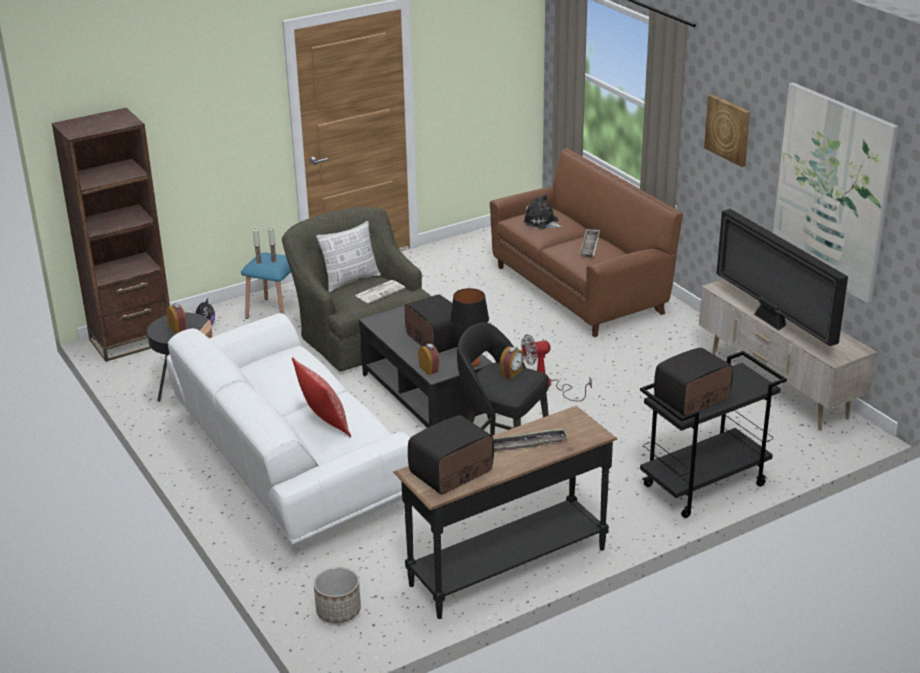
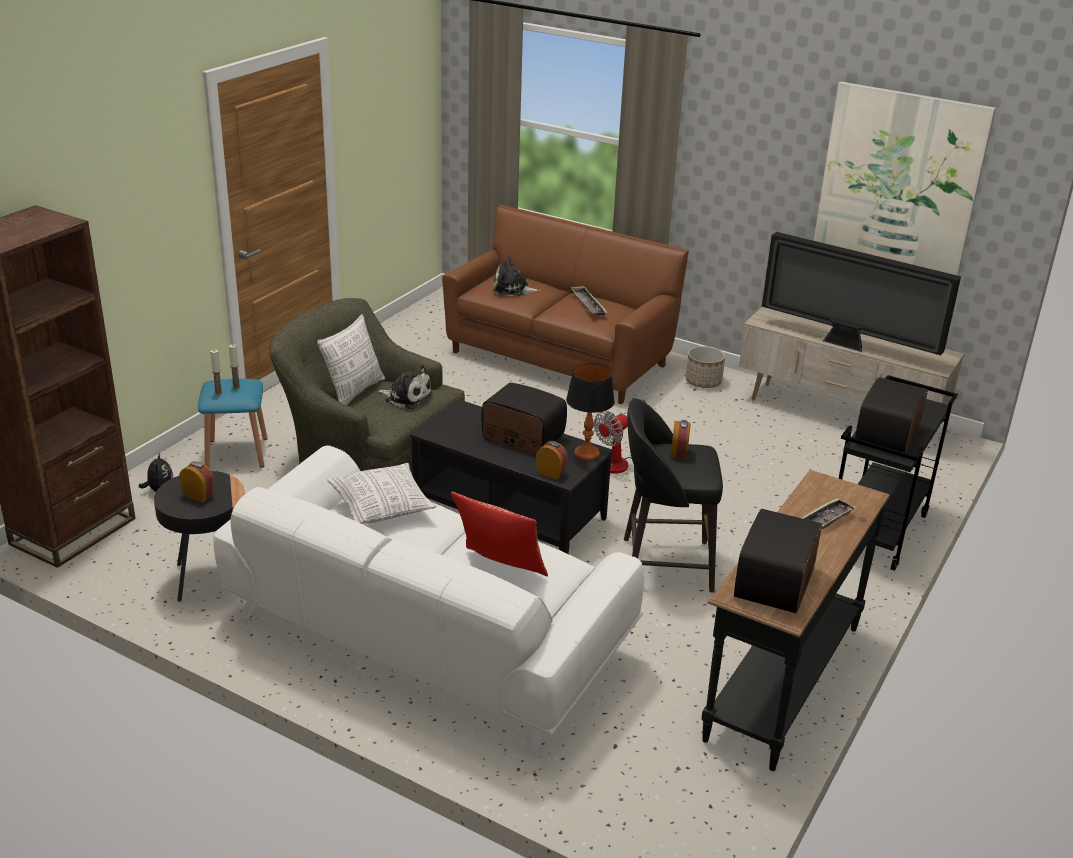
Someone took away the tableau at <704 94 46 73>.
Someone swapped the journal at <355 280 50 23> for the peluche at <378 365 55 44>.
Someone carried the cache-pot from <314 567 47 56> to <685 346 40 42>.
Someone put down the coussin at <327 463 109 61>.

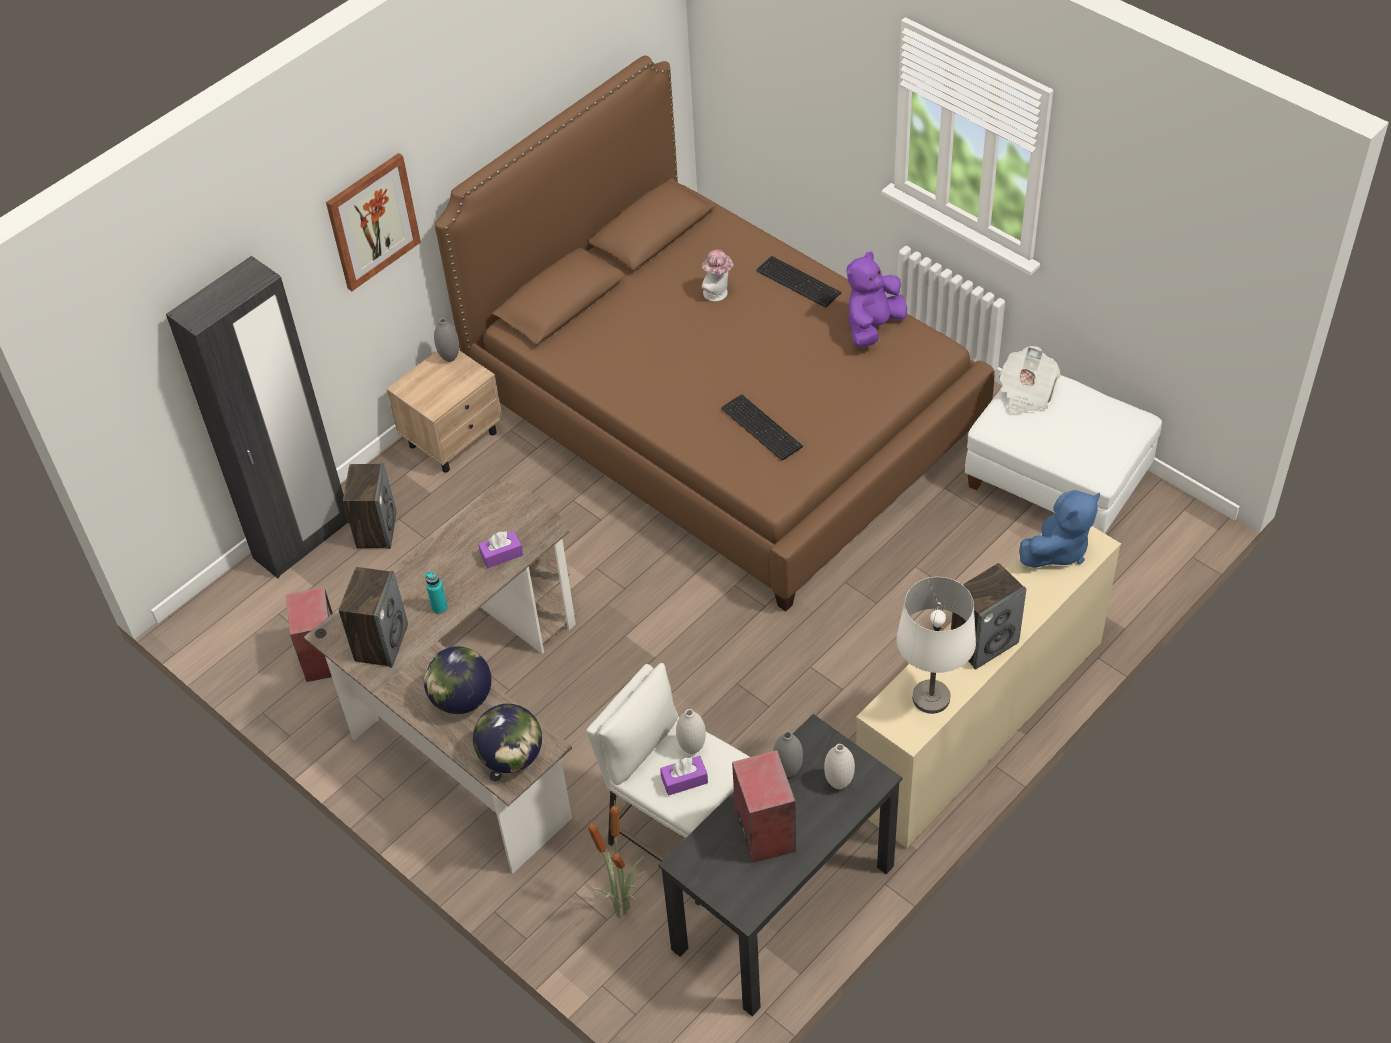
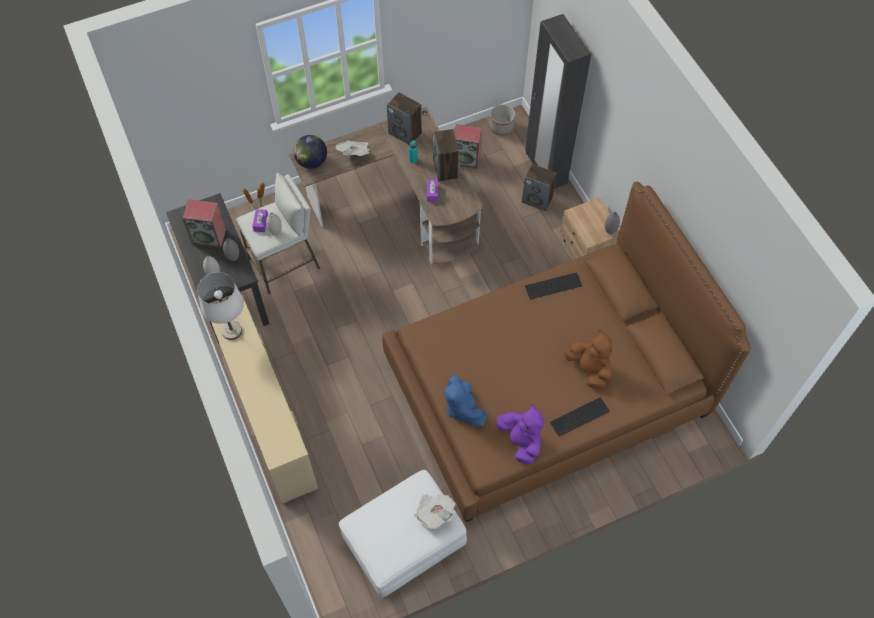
Someone took away the tableau at <326 153 95 138>.
Someone swapped the chapeau at <702 250 32 52> for the peluche [marron] at <565 330 48 59>.
Someone carried the clavier from <721 395 82 66> to <525 272 57 28>.
Someone carried the peluche [bleu] from <1019 490 81 78> to <444 375 43 52>.
Someone carried the enceinte from <951 563 75 107> to <433 129 26 53>.
Someone swapped the globe at <424 646 67 68> for the journal at <336 140 34 16>.
Someone put down the cache-pot at <489 104 26 32>.

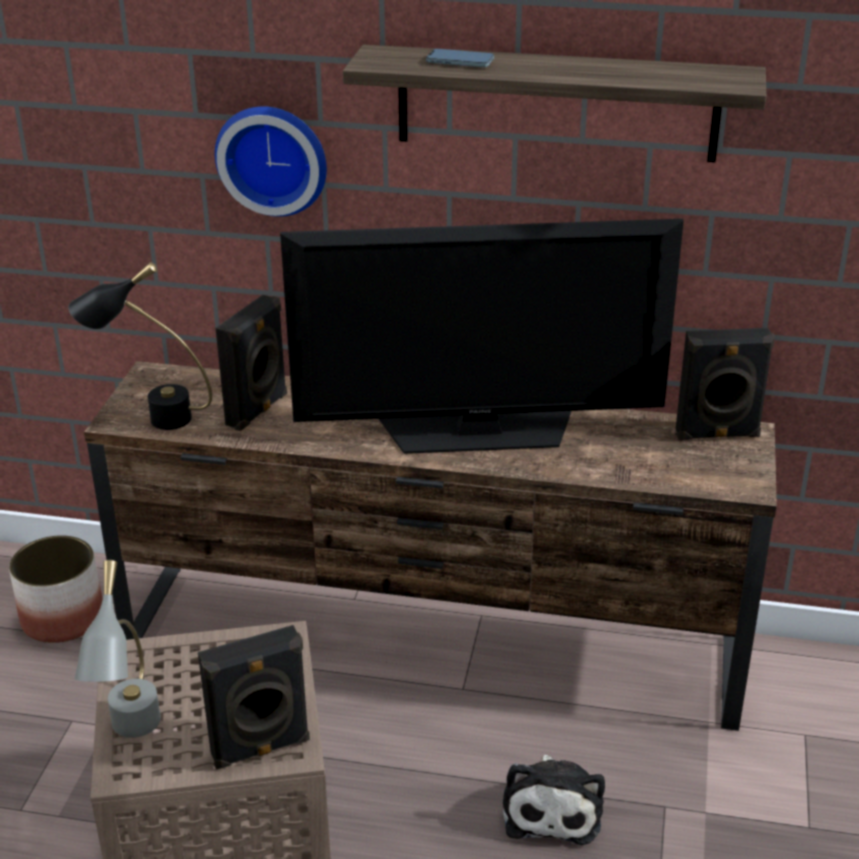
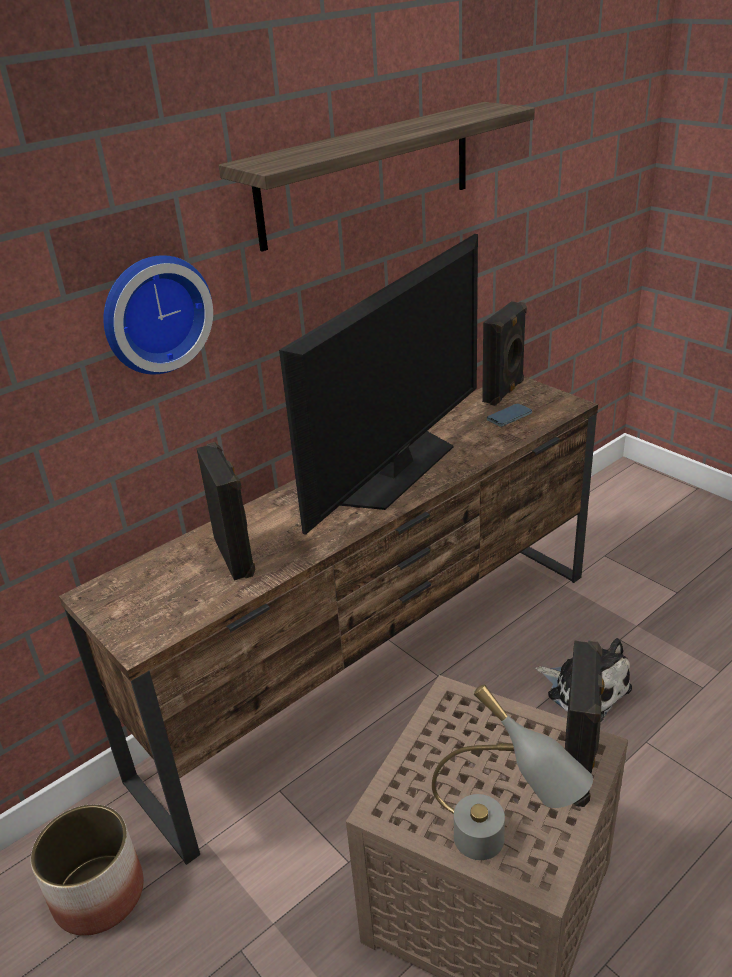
Someone carried the téléphone from <426 49 68 18> to <487 404 45 23>.
Someone took away the lampe de table [noir] at <69 262 143 168>.

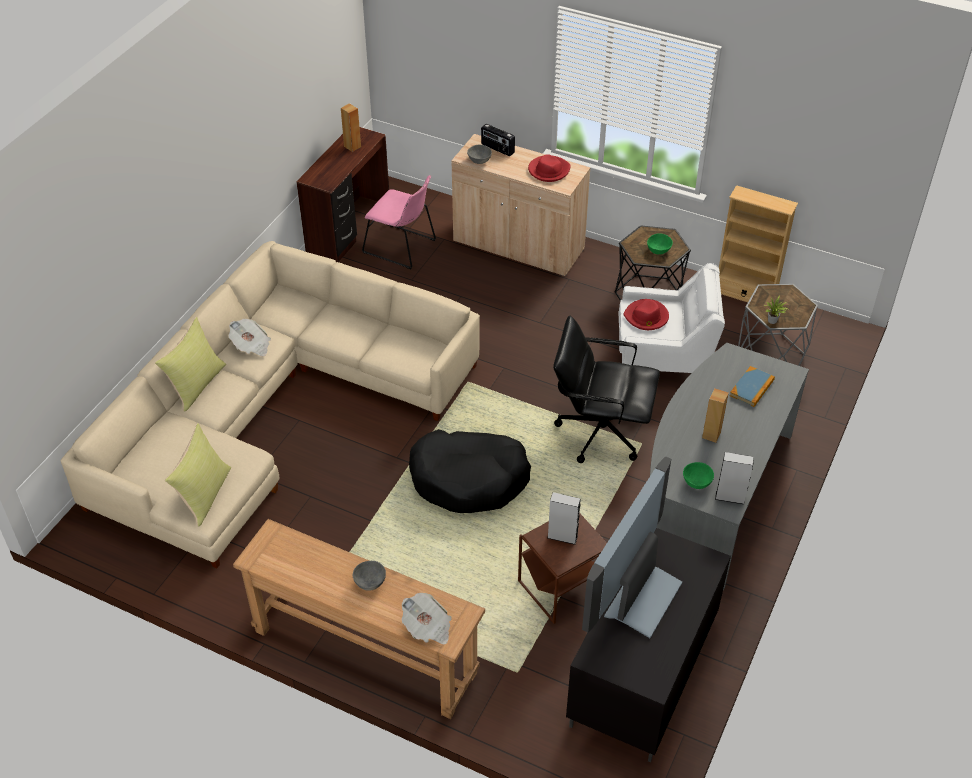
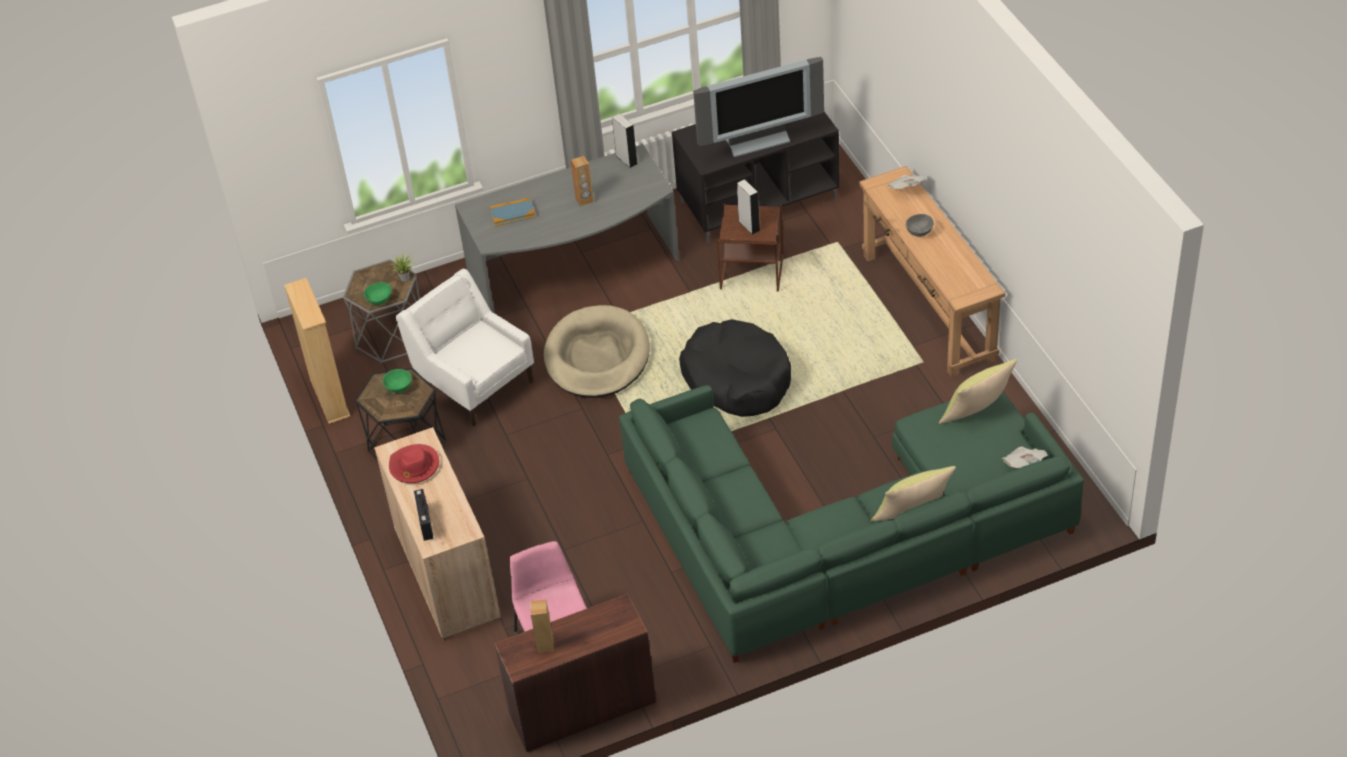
Someone took away the bol [gris] at <467 144 25 20>.
Someone repainted the canapé [beige] at <60 241 420 327>, which became the canapé [vert] at <619 385 465 278>.
Someone took away the chapeau [rouge] at <623 299 46 31>.
Someone swapped the chaise de bureau [noir] at <553 316 107 147> for the panier pour chien [beige] at <544 305 106 93>.
Someone carried the journal from <228 319 43 37> to <1002 446 45 22>.
Someone carried the bol [vert] from <683 462 31 27> to <364 282 28 23>.

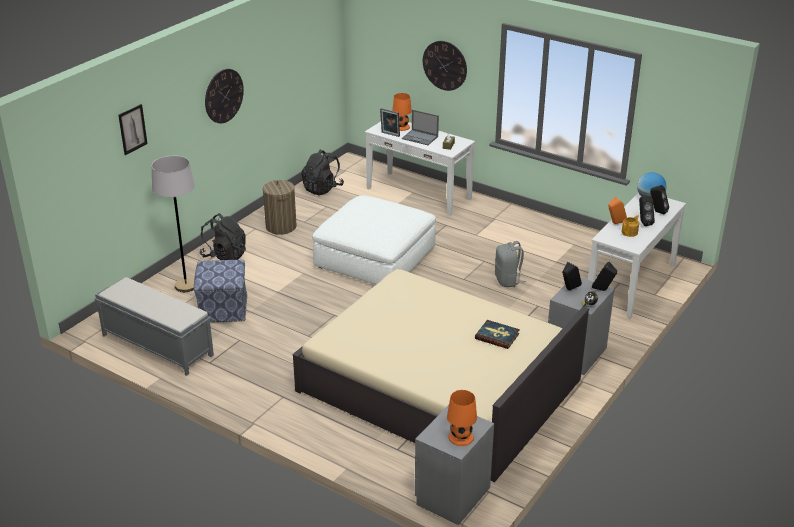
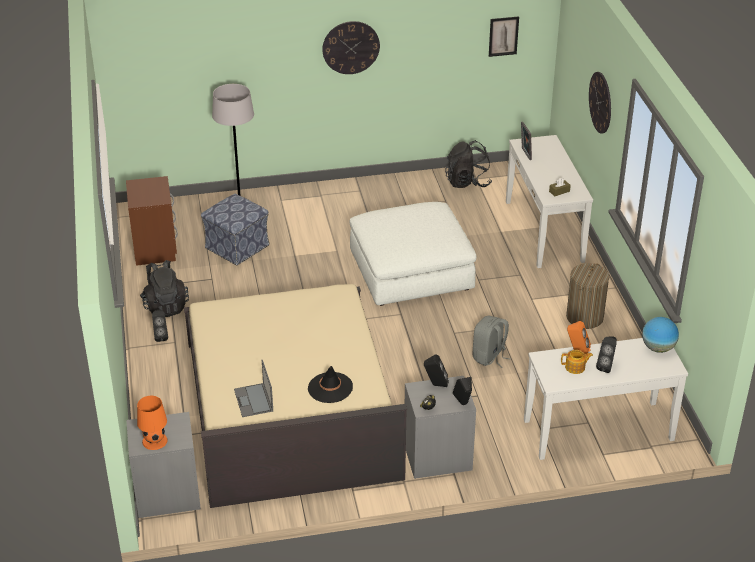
Someone took away the lampe de table [orange] at <392 93 20 38>.
Someone carried the tableau from <118 104 30 51> to <489 16 30 41>.
Someone carried the ordinateur portable from <402 110 37 35> to <234 360 39 57>.
Someone carried the panier à linge from <263 180 34 55> to <566 263 43 66>.
Someone carried the enceinte [noir] from <650 185 19 30> to <152 309 16 33>.
Someone carried the sac à dos [noir] from <199 213 47 47> to <140 260 49 57>.
Someone swapped the banc [gris] at <94 277 120 99> for the table de chevet [marron] at <126 176 52 90>.
Someone swapped the livre at <475 320 45 29> for the chapeau [noir] at <308 366 45 37>.

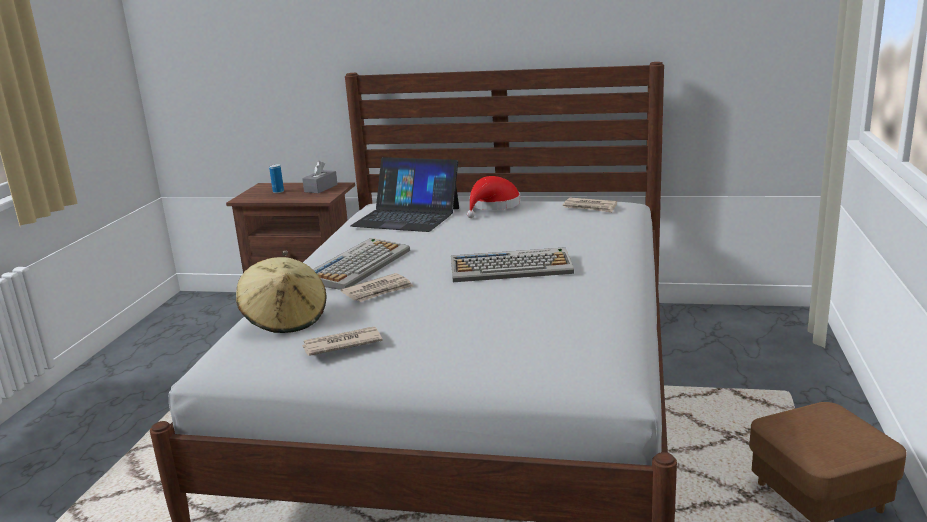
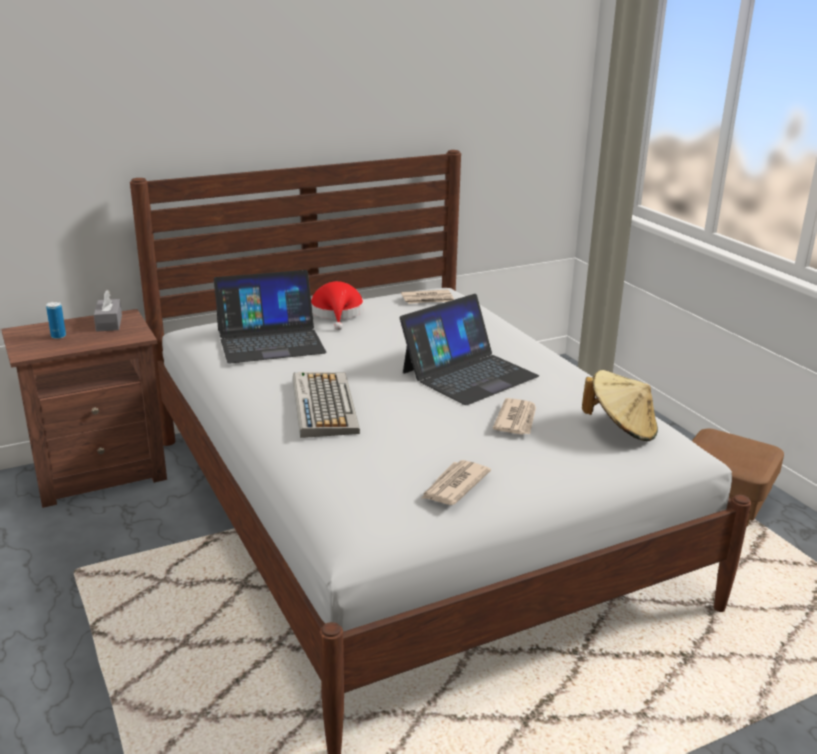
Someone swapped the clavier at <451 247 123 35> for the ordinateur portable at <400 294 139 111>.
Someone carried the chapeau [beige] from <236 257 91 76> to <582 370 76 71>.
Someone carried the journal from <341 273 72 29> to <492 398 44 37>.

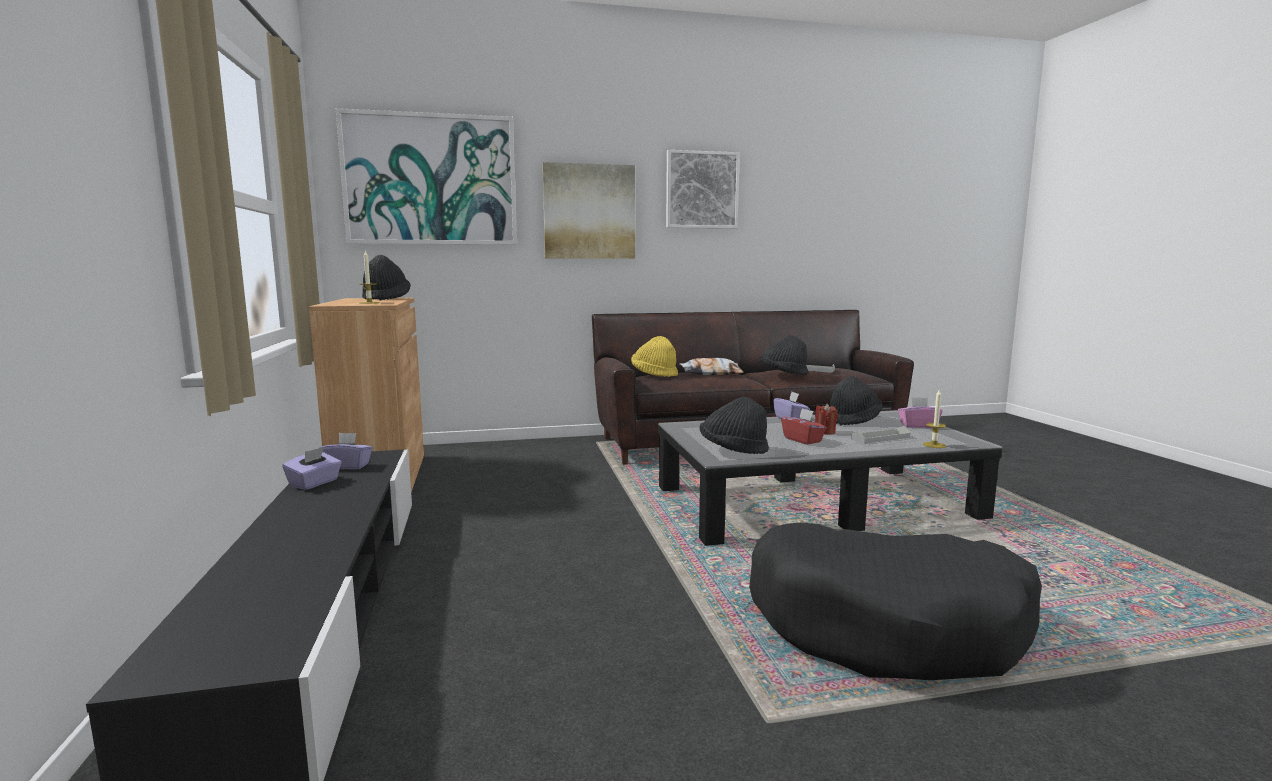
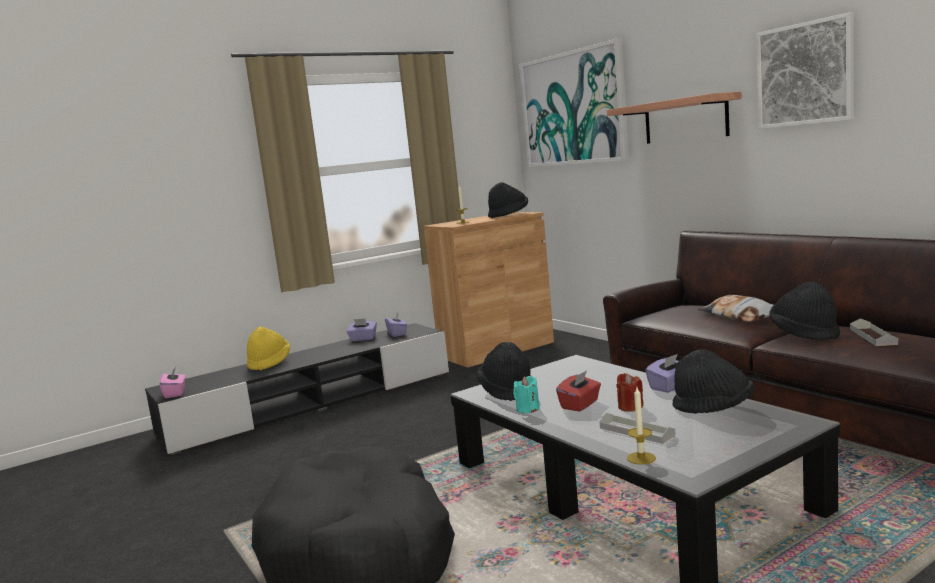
Someone swapped the tableau at <542 162 93 97> for the étagère at <607 92 135 52>.
Someone carried the chapeau [jaune] from <631 336 47 41> to <247 327 43 43>.
Someone carried the boîte à mouchoirs [rose] from <898 397 45 31> to <159 367 26 31>.
Someone put down the bougie [turquoise] at <513 376 27 37>.

